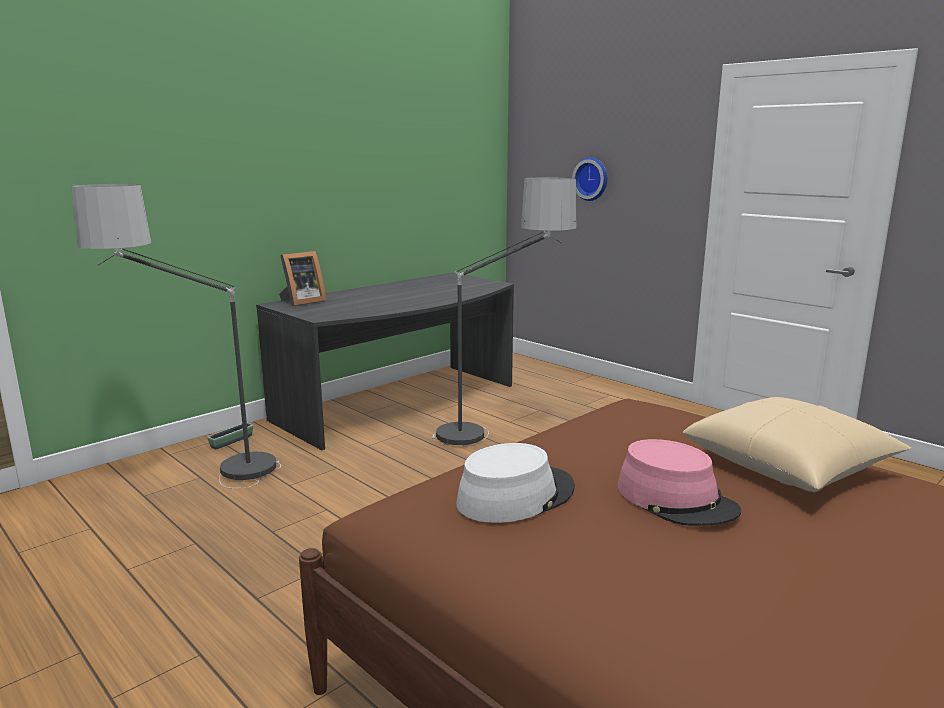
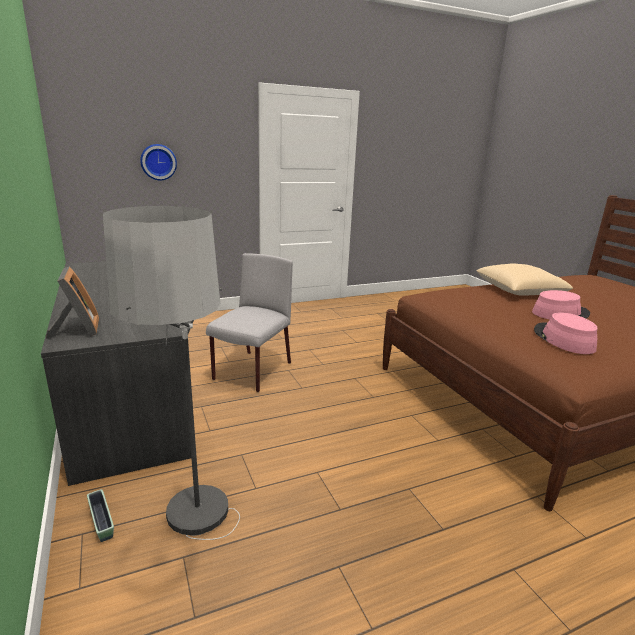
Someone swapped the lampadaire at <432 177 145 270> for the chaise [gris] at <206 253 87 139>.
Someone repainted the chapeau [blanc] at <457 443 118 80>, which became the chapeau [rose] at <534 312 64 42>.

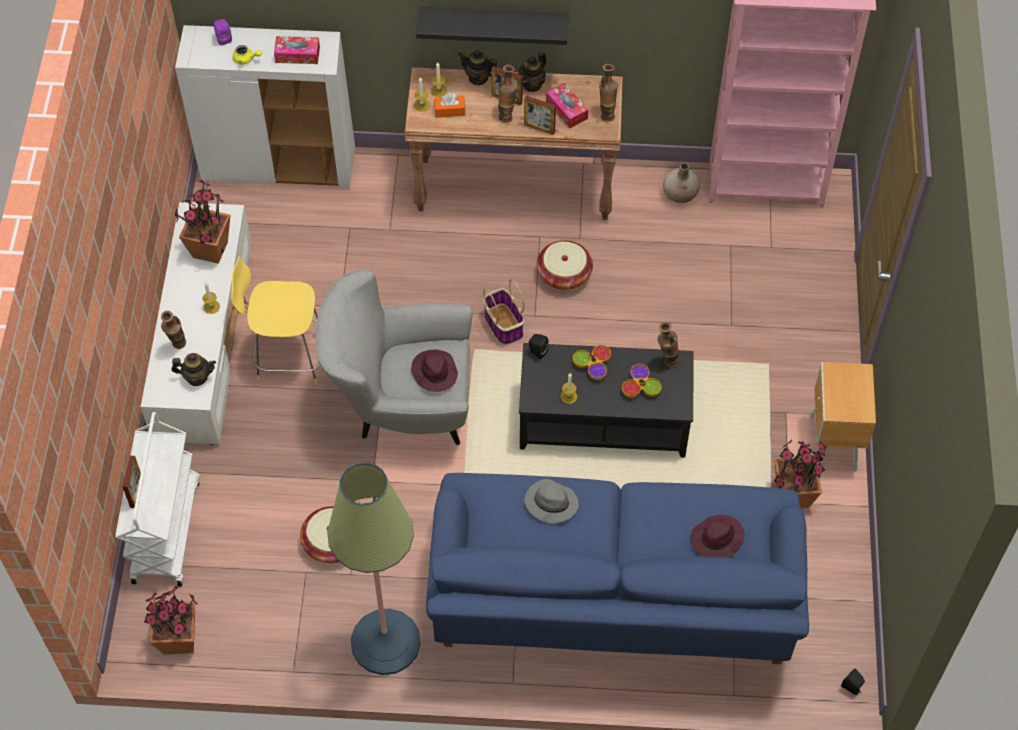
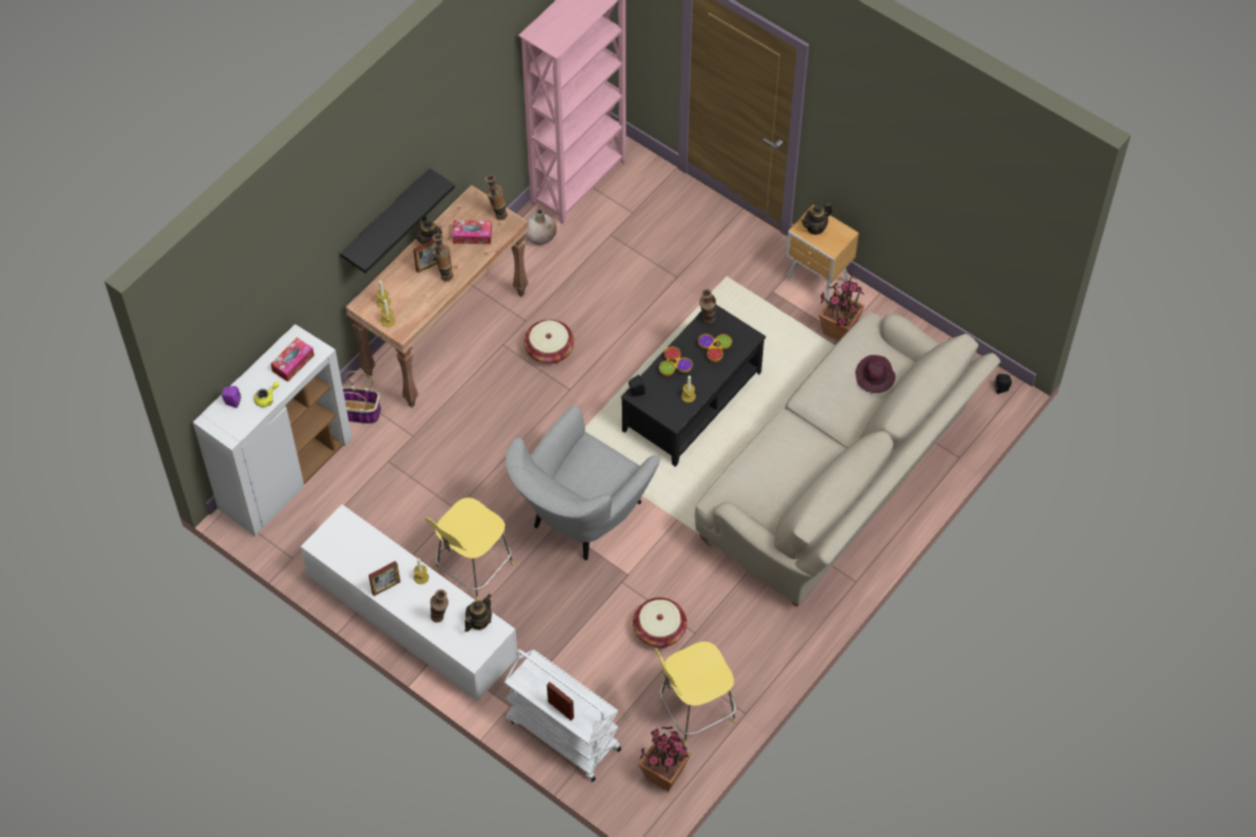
Someone carried the théière from <458 50 39 35> to <802 202 30 33>.
Someone took away the boîte à mouchoirs [orange] at <434 93 31 25>.
Someone carried the cadre photo from <524 96 32 39> to <369 561 31 35>.
Someone took away the plante en pot at <175 180 56 84>.
Someone carried the panier from <483 279 41 66> to <343 371 38 53>.
Someone took away the chapeau [violet] at <411 349 47 43>.
Someone took away the lampadaire at <327 462 94 213>.
Someone repainted the canapé [bleu] at <426 473 383 191>, which became the canapé [beige] at <695 312 306 295>.
Someone took away the chapeau [gris] at <524 479 54 44>.
Someone put down the tabouret [jaune] at <654 641 82 104>.

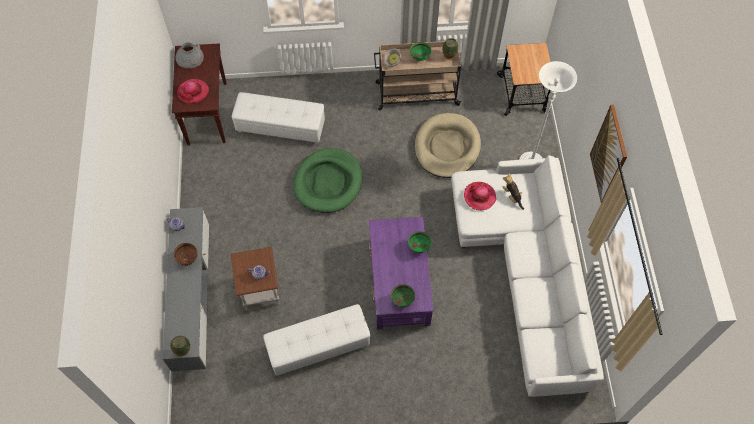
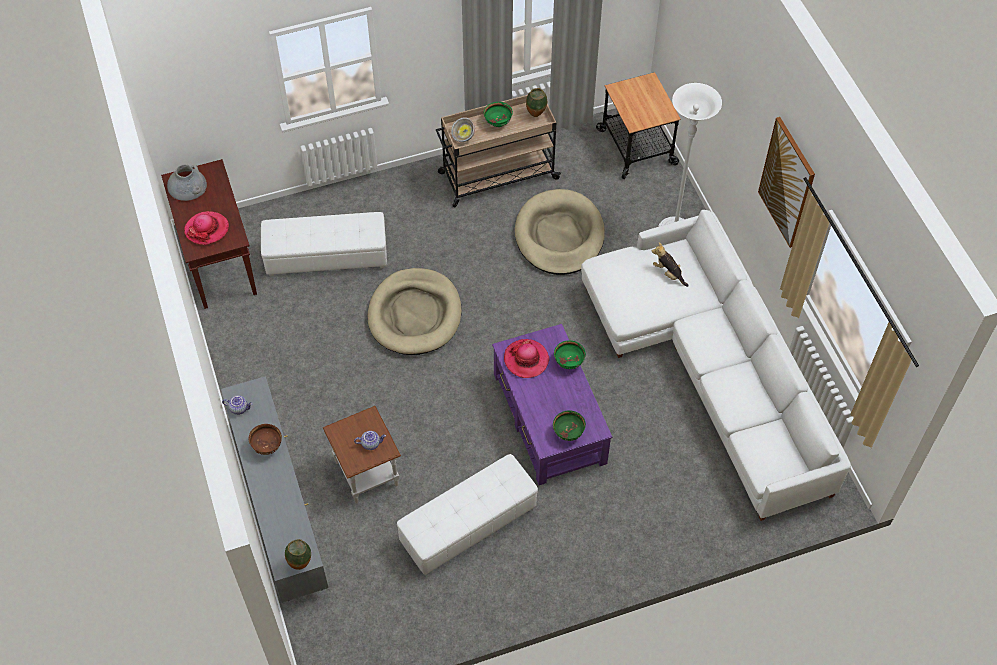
Someone repainted the panier pour chien [vert] at <293 148 69 65>, which became the panier pour chien [beige] at <368 268 94 87>.
Someone carried the chapeau from <464 182 32 28> to <504 339 46 39>.

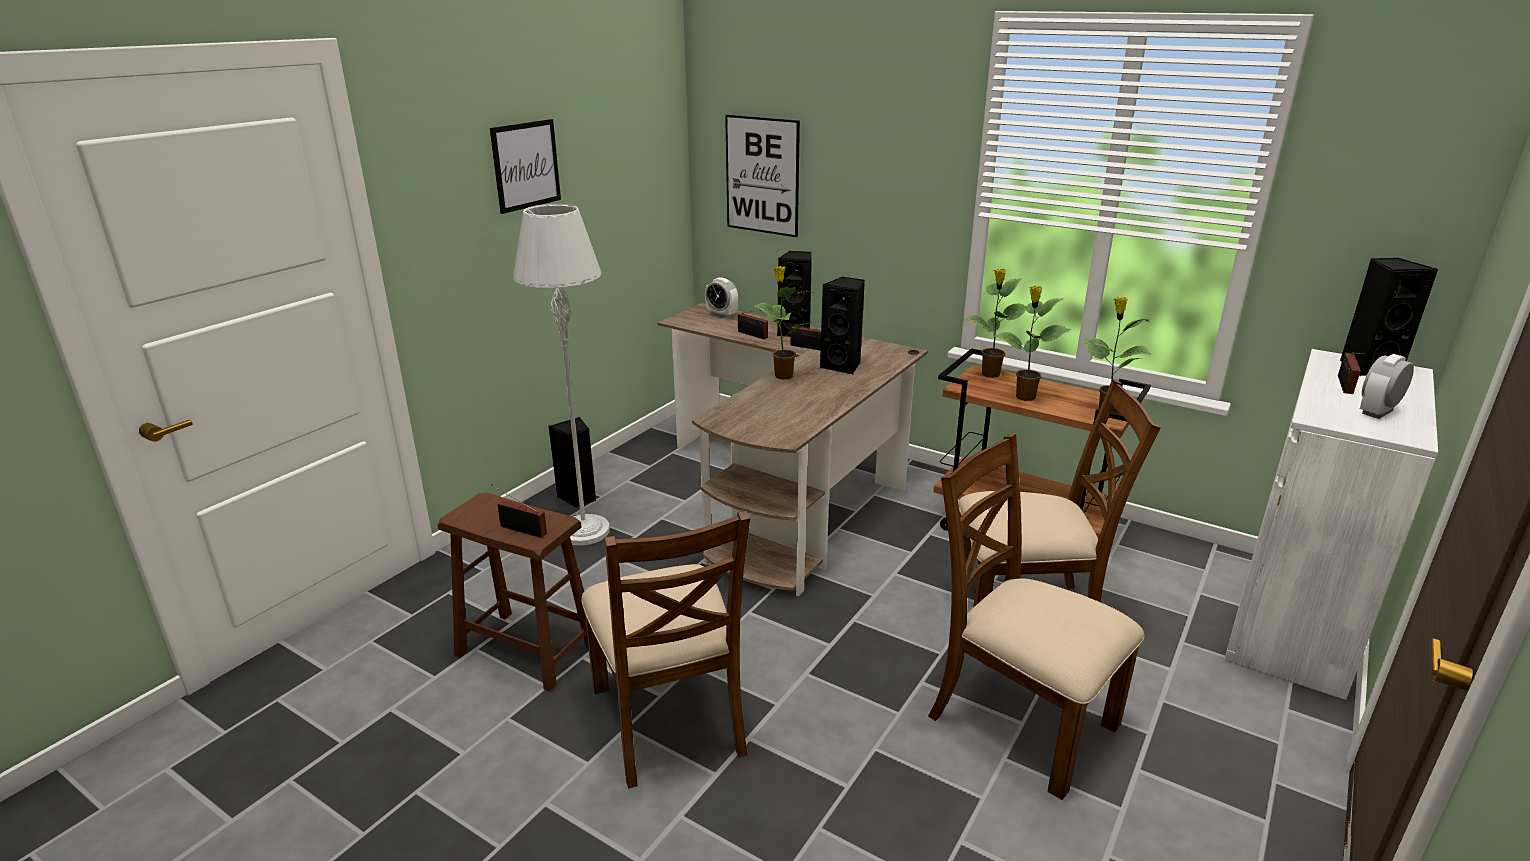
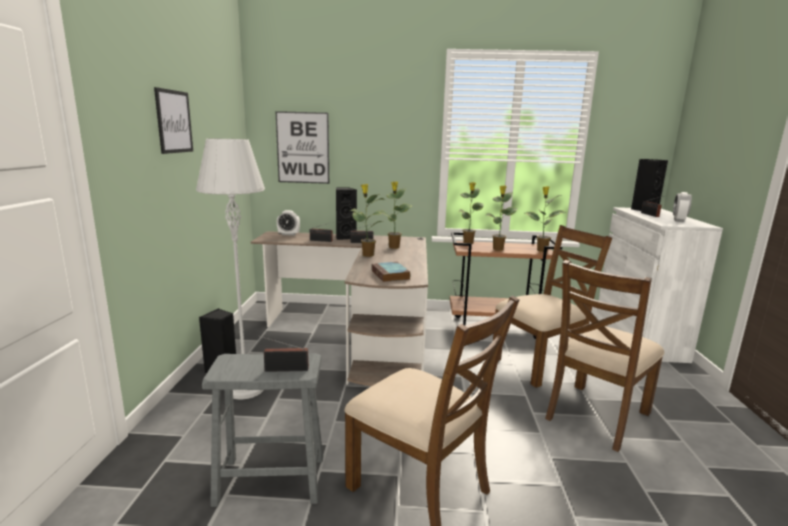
Someone swapped the enceinte [noir] at <820 277 45 97> for the plante en pot at <379 181 33 68>.
Someone rotated the chaise [marron] at <928 434 216 366> by 60 degrees counterclockwise.
Someone repainted the tabouret [marron] at <438 493 151 199>, which became the tabouret [gris] at <202 353 121 154>.
Someone put down the livre at <371 262 40 20>.

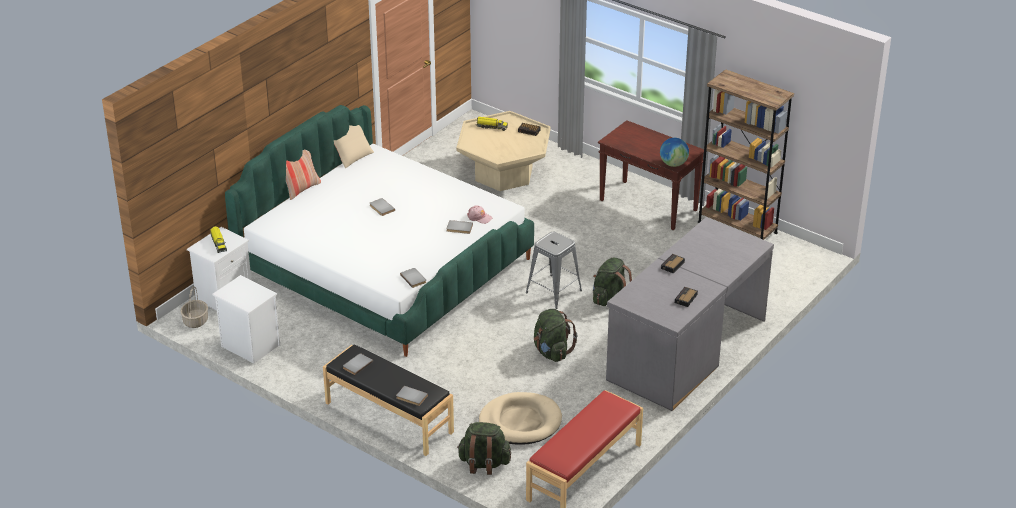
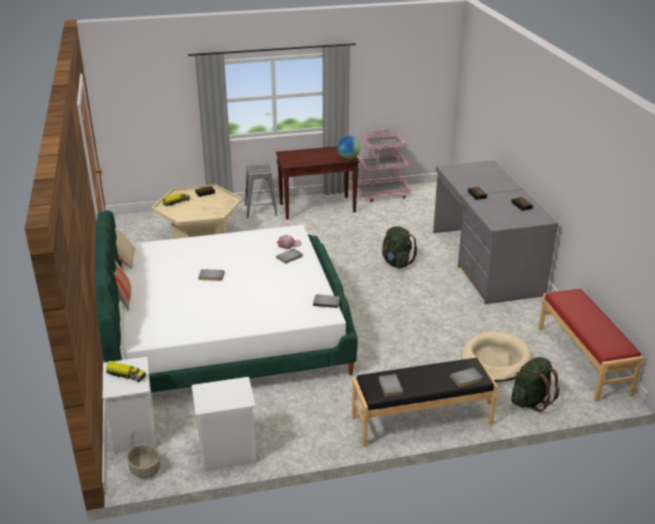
Someone swapped the bibliothèque [marron] at <698 69 96 171> for the chariot [rose] at <357 129 54 73>.
Someone carried the tabouret [gris] from <526 231 56 78> to <245 164 33 54>.
Someone took away the sac à dos [vert] at <534 309 43 53>.

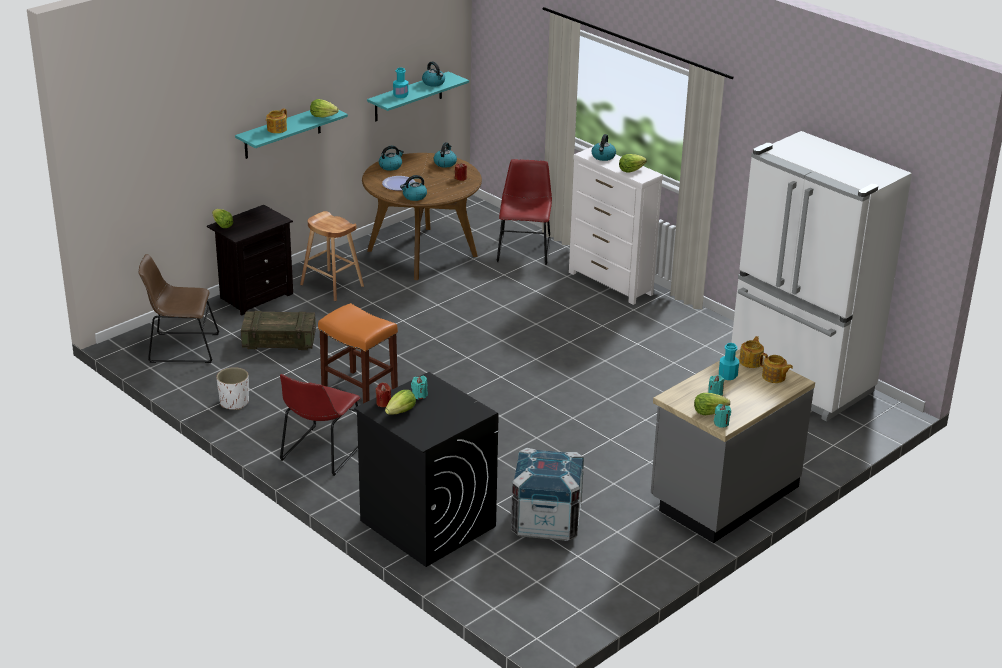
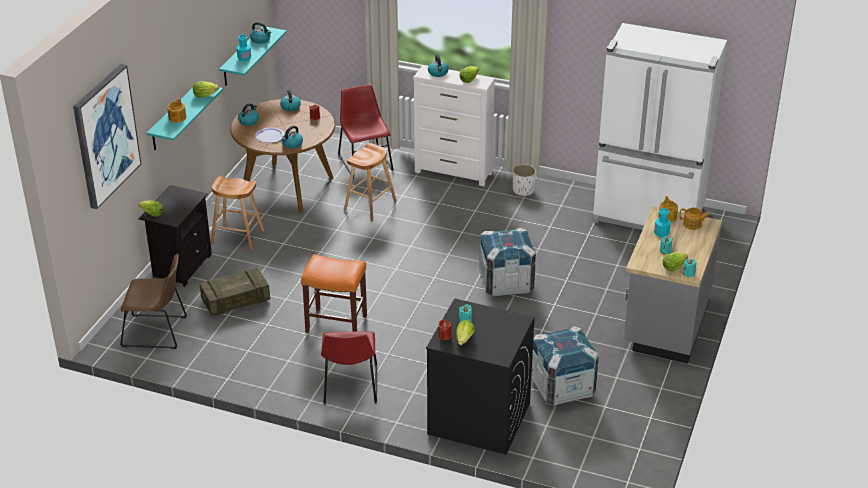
Someone rotated the chaise [marron] at <139 254 80 109> by 150 degrees counterclockwise.
Someone carried the cache-pot [blanc] from <216 367 33 43> to <513 164 23 32>.
Someone put up the tableau at <73 64 68 145>.
Someone put down the tabouret [marron] at <344 143 53 78>.
Someone put down the caisse at <479 228 57 69>.

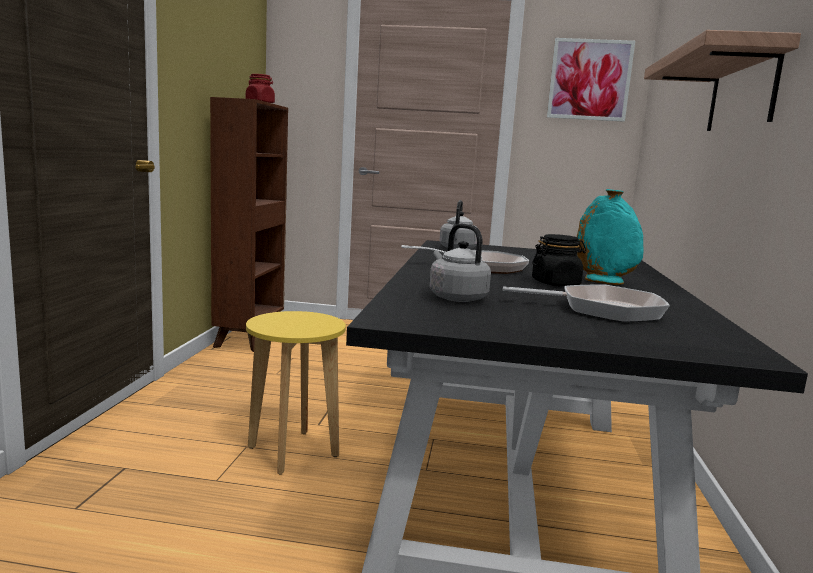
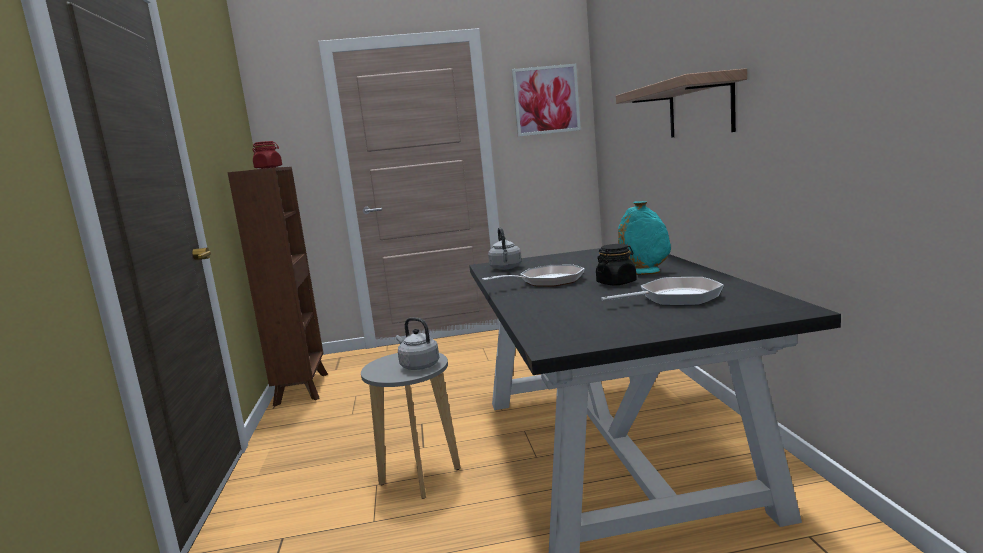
Someone carried the bouilloire [gris] from <429 224 62 78> to <396 317 43 53>.
Someone repainted the tabouret [jaune] at <246 311 100 164>, which became the tabouret [gris] at <361 353 100 146>.

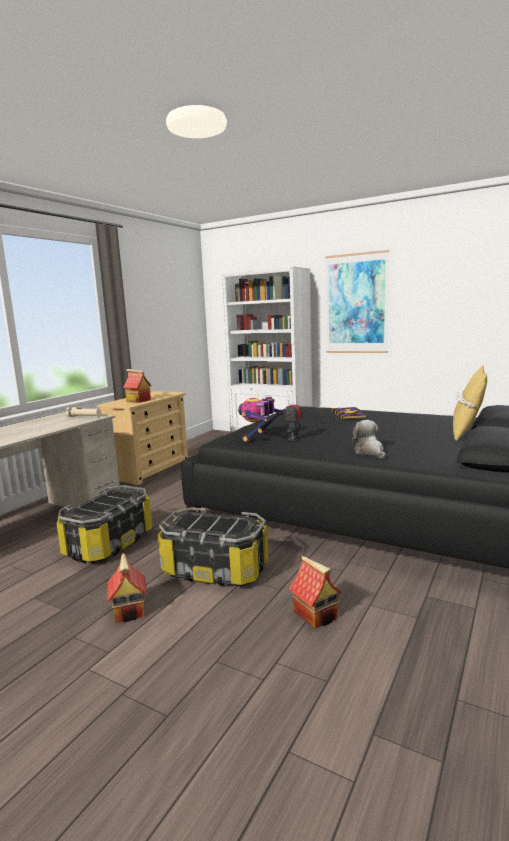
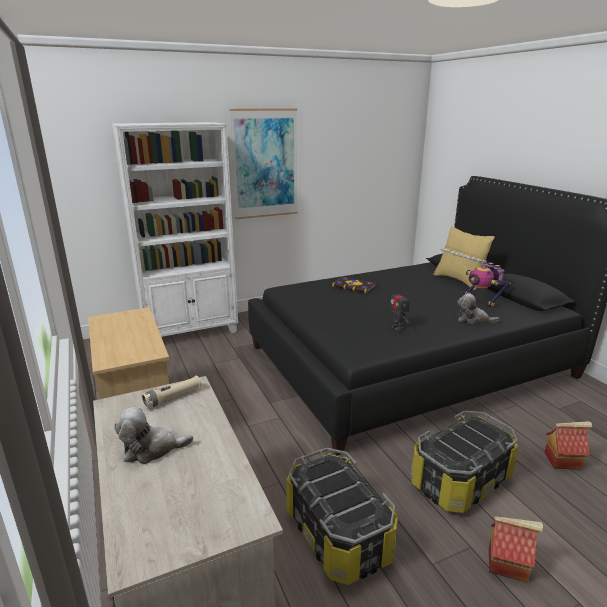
Someone took away the maison miniature at <123 369 29 34>.
Someone carried the robot jouet from <238 397 46 45> to <463 263 48 45>.
Someone put down the peluche at <114 407 79 57>.

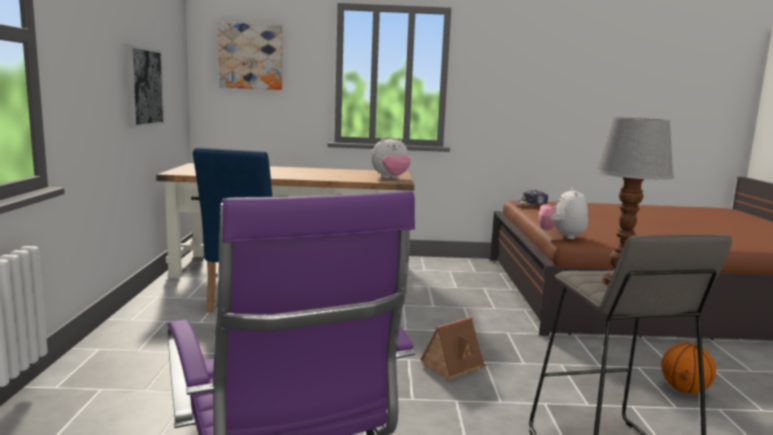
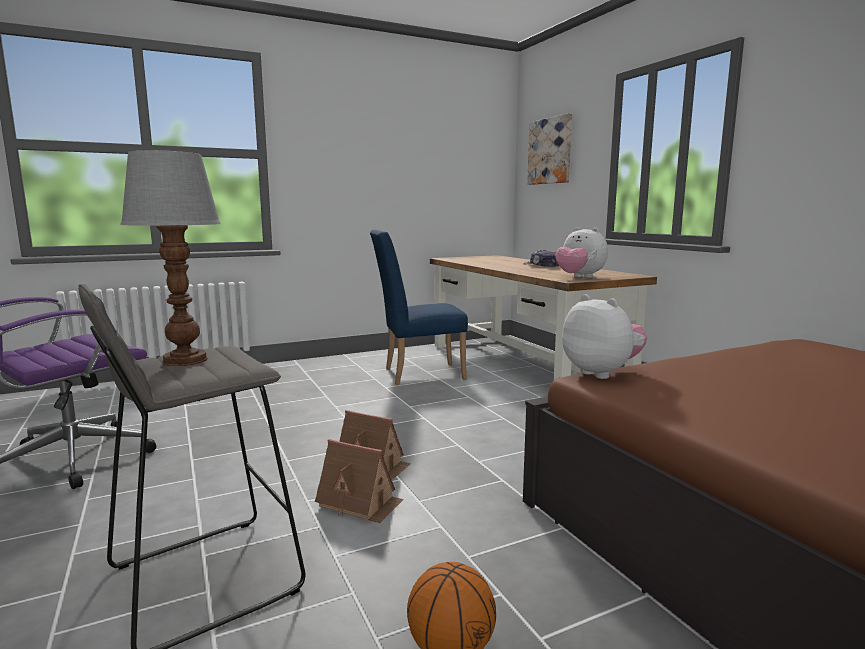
Someone took away the tableau at <125 44 40 84>.
Someone rotated the peluche at <538 188 50 51> by 75 degrees clockwise.
Someone carried the casquette from <516 190 32 16> to <524 250 35 17>.
Someone put down the maison miniature at <315 439 89 84>.

